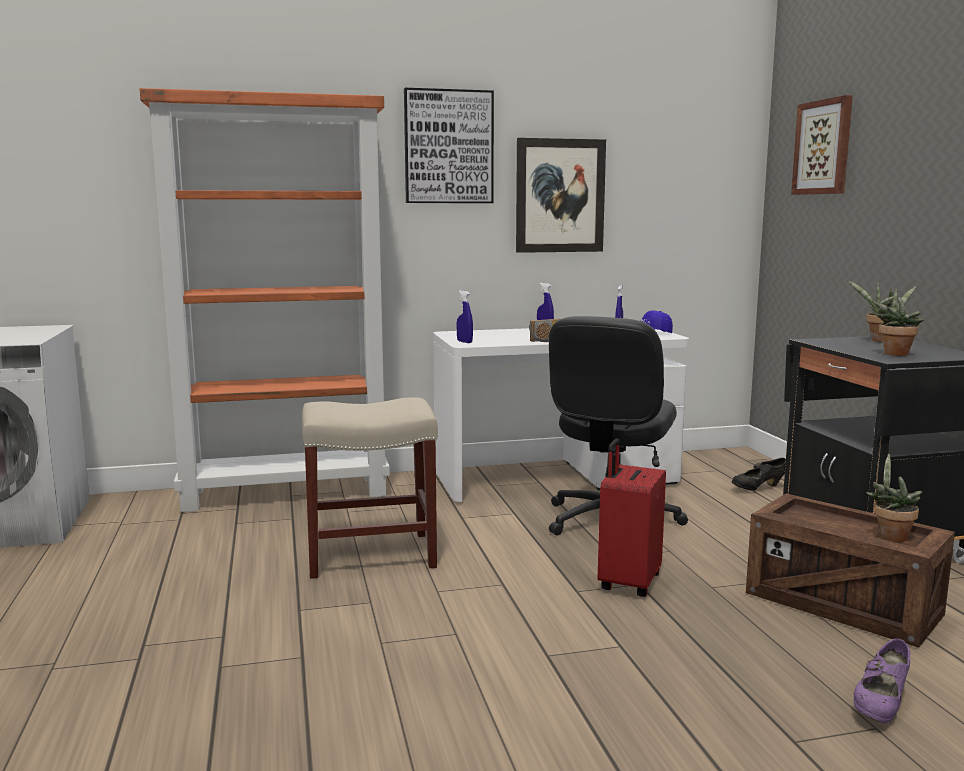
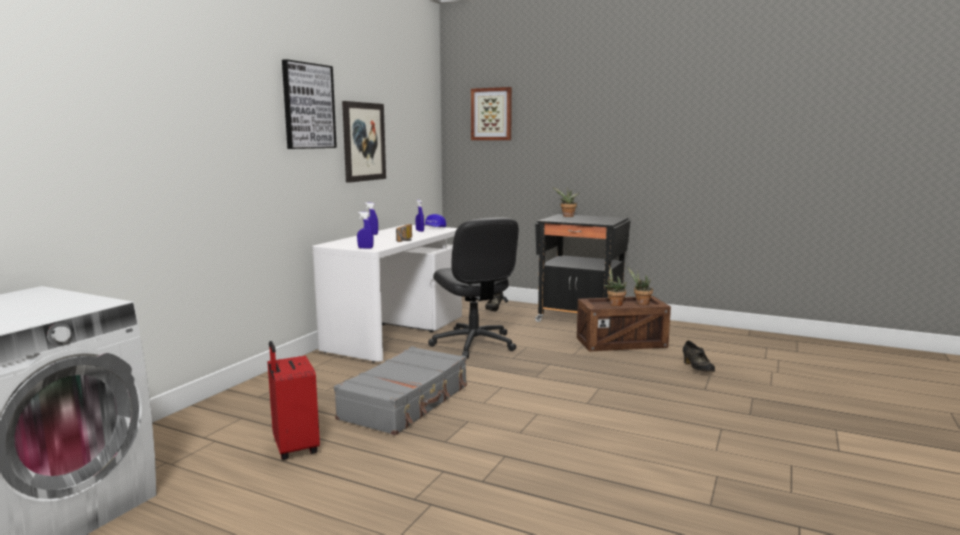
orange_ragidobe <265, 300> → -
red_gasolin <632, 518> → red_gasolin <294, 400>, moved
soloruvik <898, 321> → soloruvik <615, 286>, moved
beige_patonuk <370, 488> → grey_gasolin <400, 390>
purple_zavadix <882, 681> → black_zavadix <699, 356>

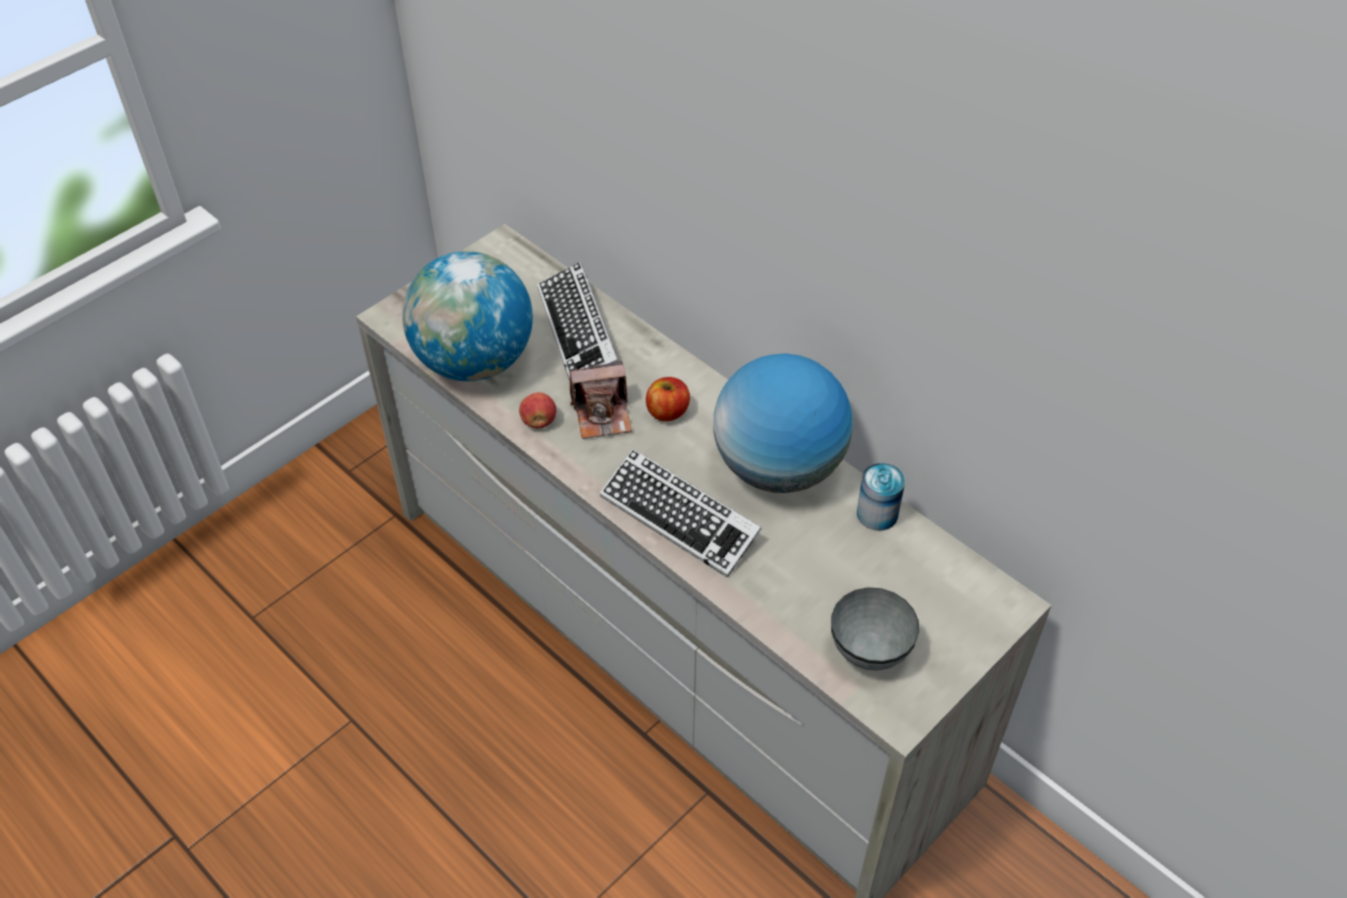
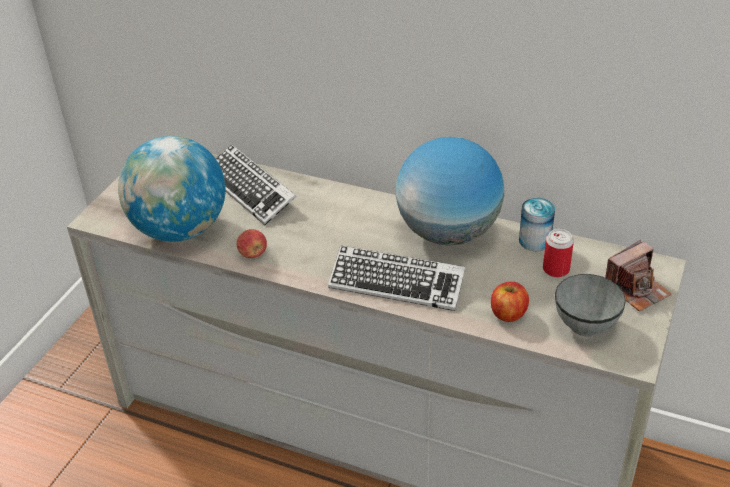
- → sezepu <558, 253>
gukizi <600, 400> → gukizi <638, 276>, moved
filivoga <668, 399> → filivoga <510, 302>, moved

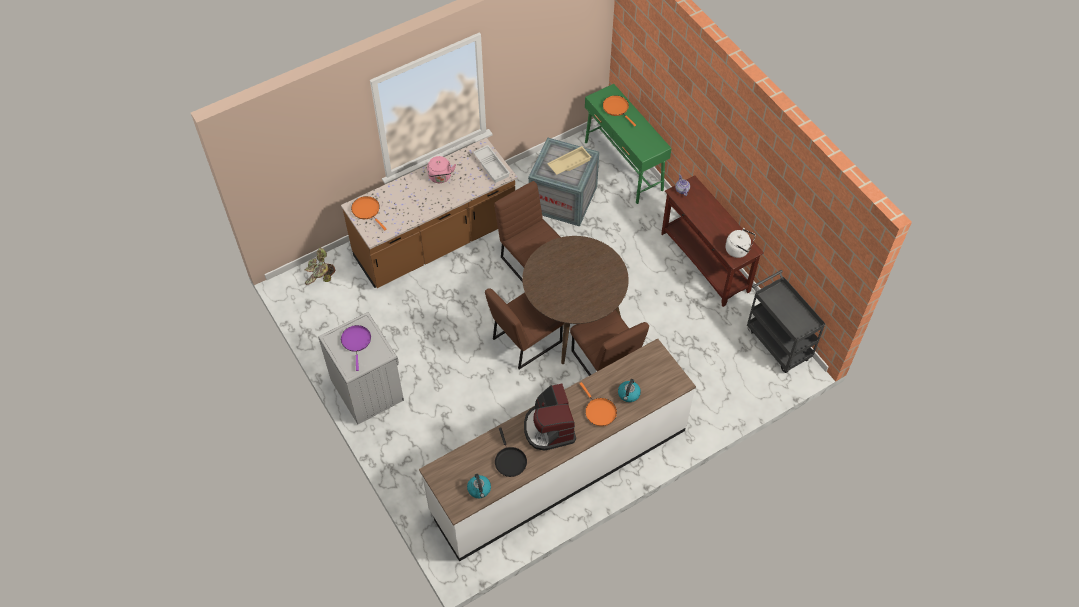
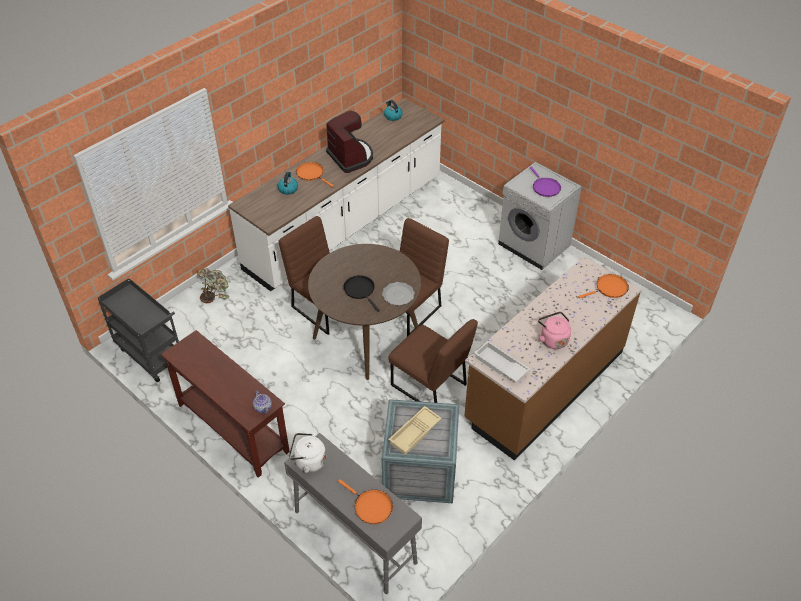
- → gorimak <398, 294>
soloruvik <320, 266> → soloruvik <213, 285>, moved
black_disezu <511, 452> → black_disezu <361, 293>, moved
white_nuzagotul <740, 243> → white_nuzagotul <307, 453>, moved
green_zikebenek <628, 144> → grey_zikebenek <353, 513>
orange_disezu <368, 213> → orange_disezu <603, 286>, 60 degrees counterclockwise

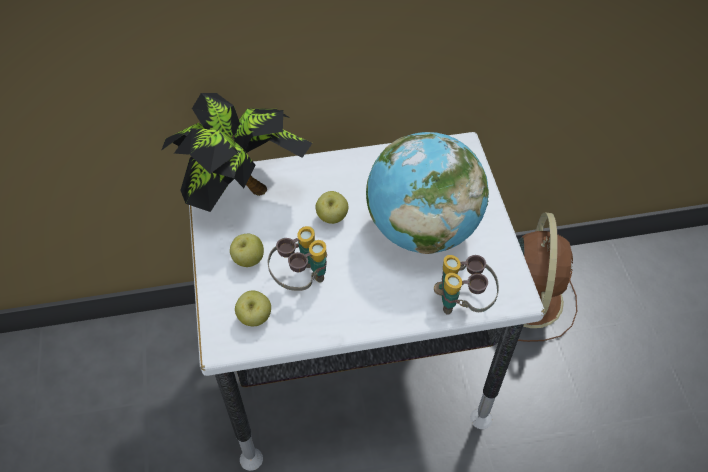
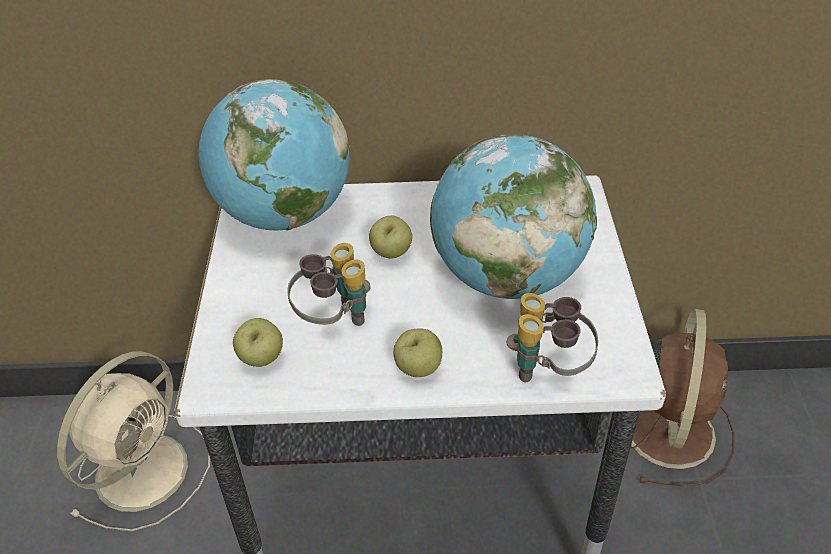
- → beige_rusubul <133, 441>
filivoga <247, 250> → filivoga <417, 352>, moved
soloruvik <236, 152> → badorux <274, 155>

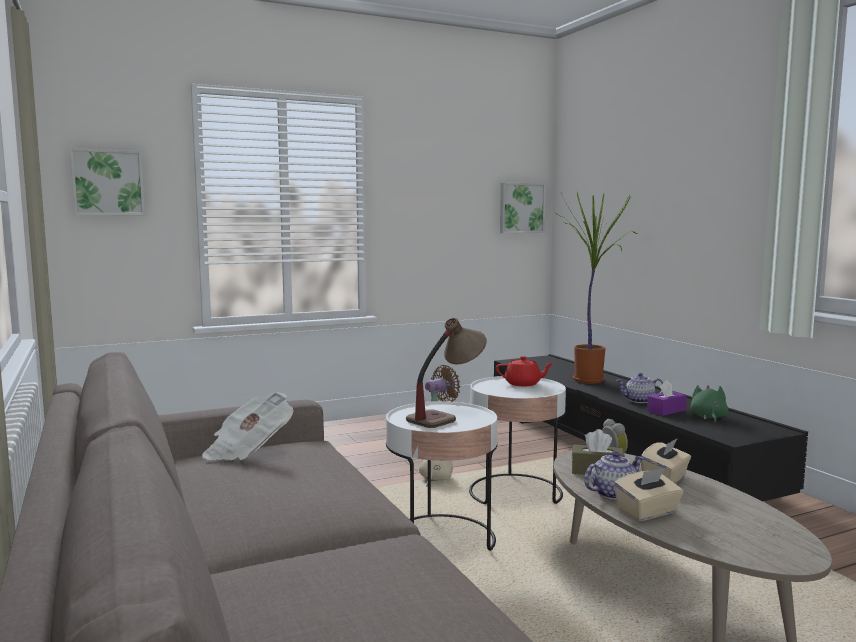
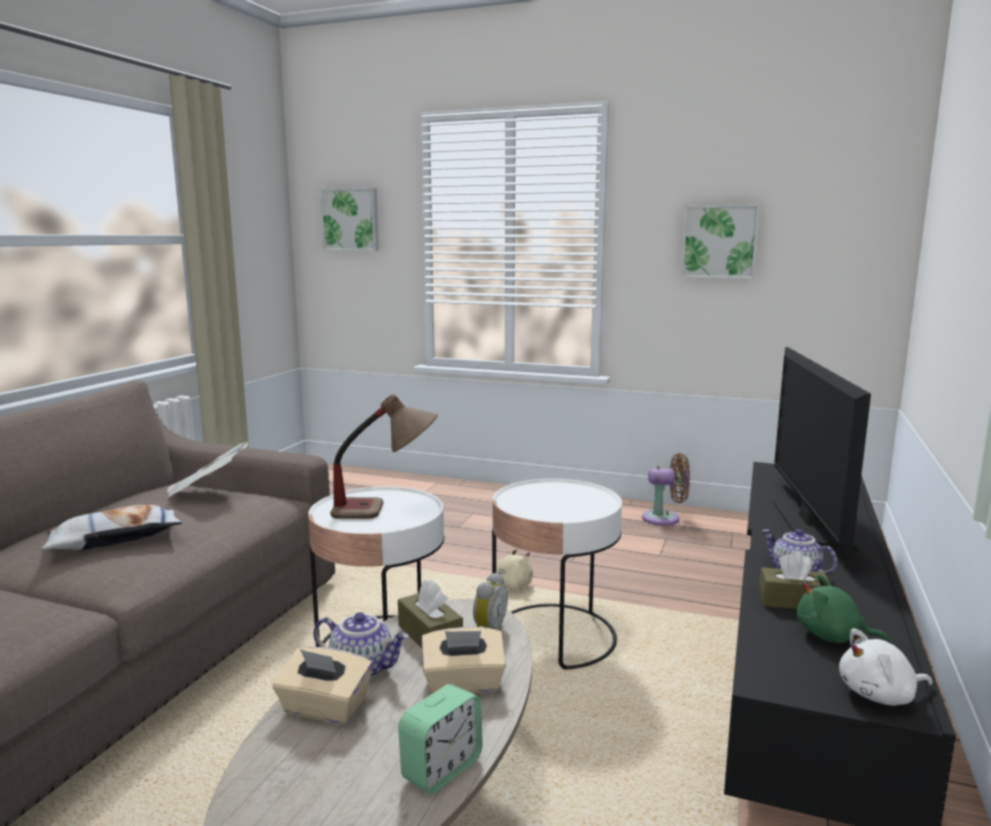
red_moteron <525, 371> → -
- → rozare <112, 528>
- → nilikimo <440, 739>
- → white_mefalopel <886, 667>
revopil <523, 207> → revopil <720, 241>, moved
soloruvik <597, 287> → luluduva <822, 452>
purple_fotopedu <667, 398> → brown_fotopedu <795, 580>
green_mefalopel <710, 404> → green_mefalopel <843, 608>, 120 degrees counterclockwise

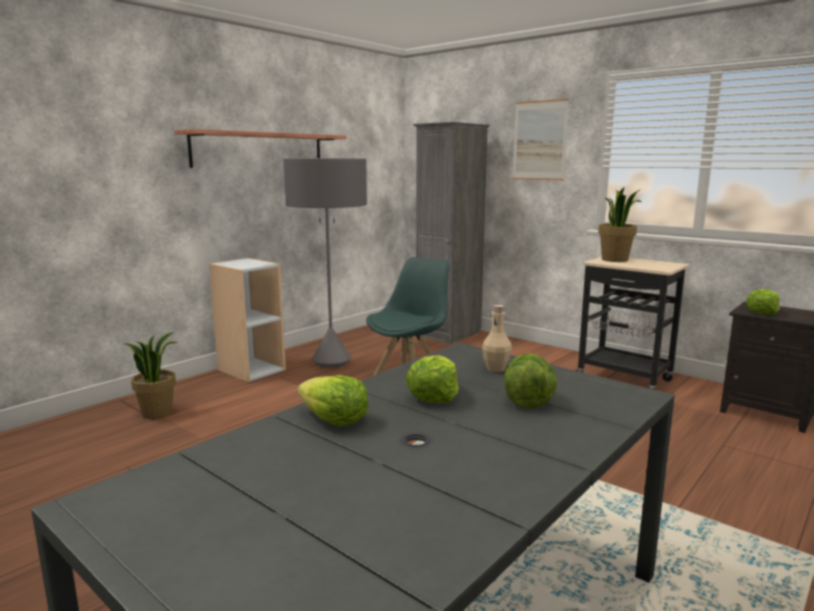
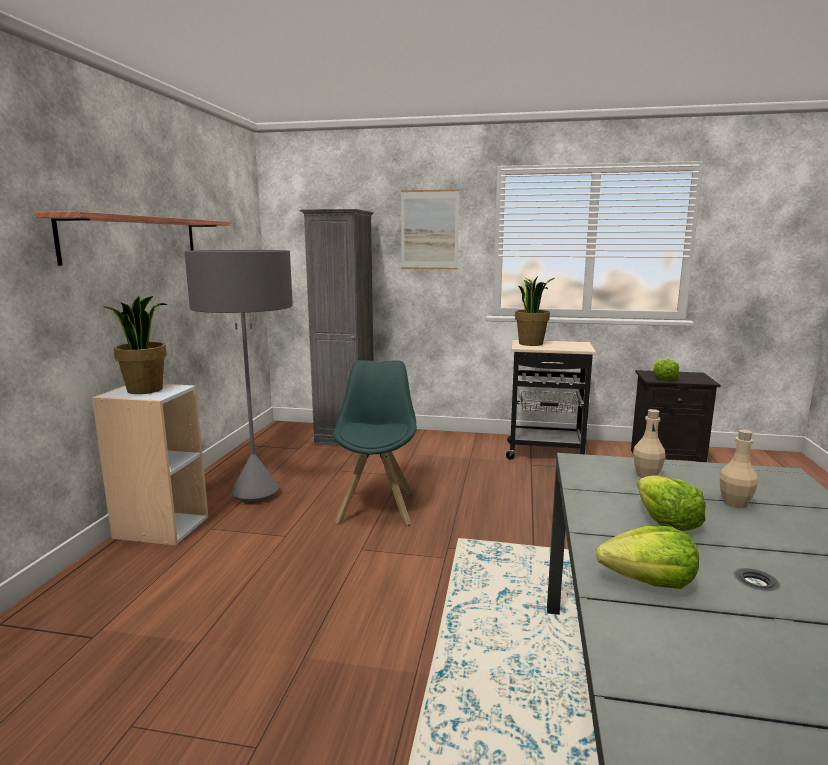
soloruvik <150, 375> → soloruvik <135, 345>, moved
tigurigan <530, 381> → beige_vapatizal <738, 468>

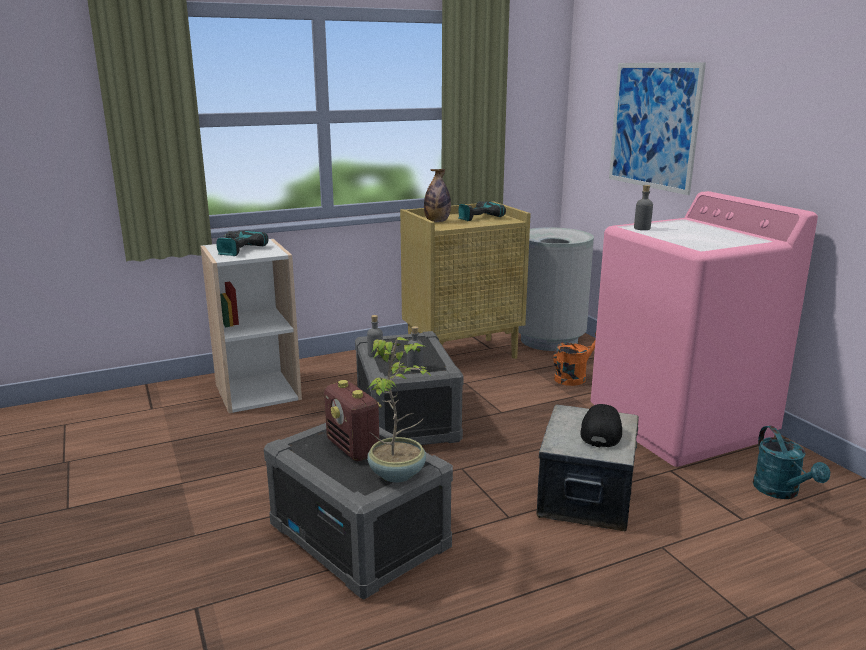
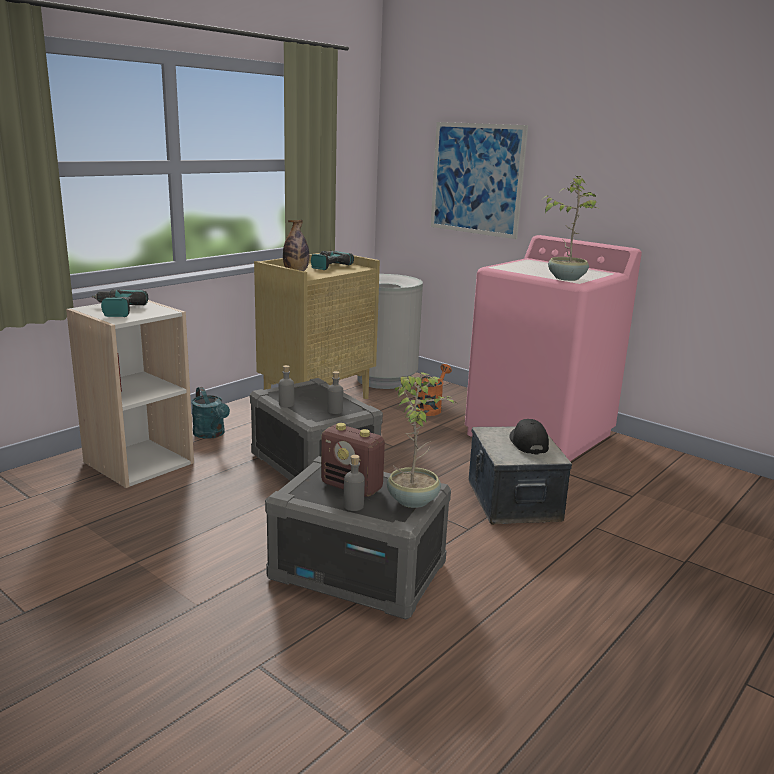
- → soloruvik <570, 228>
grey_vapatizal <643, 207> → grey_vapatizal <354, 483>, moved
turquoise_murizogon <791, 462> → turquoise_murizogon <210, 413>, moved

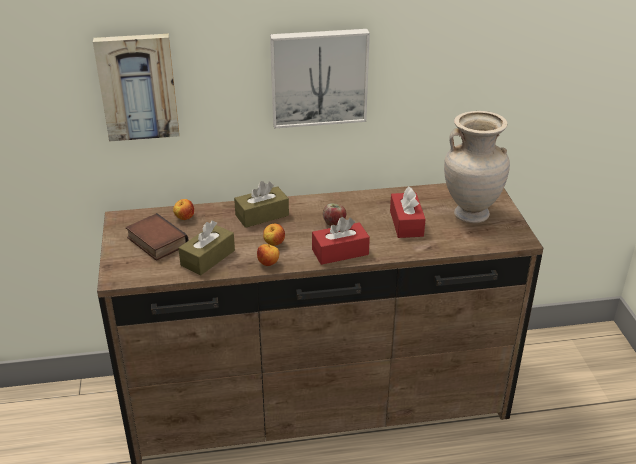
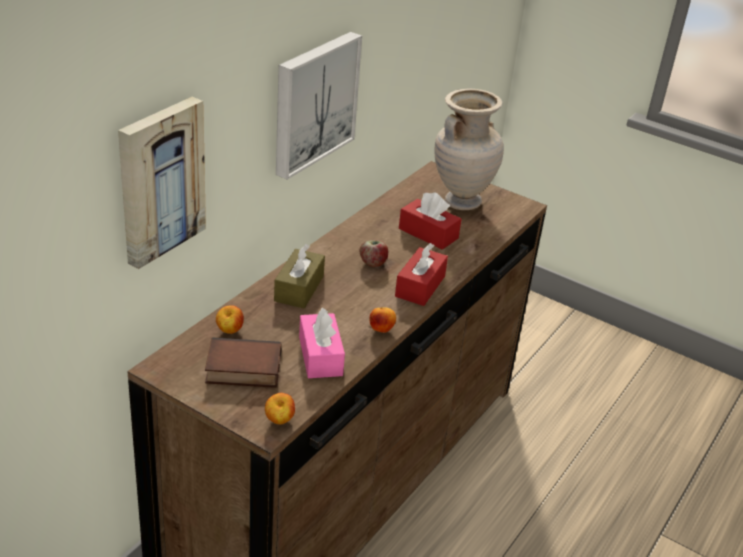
filivoga <274, 235> → filivoga <280, 408>, moved
brown_fotopedu <206, 248> → pink_fotopedu <322, 343>

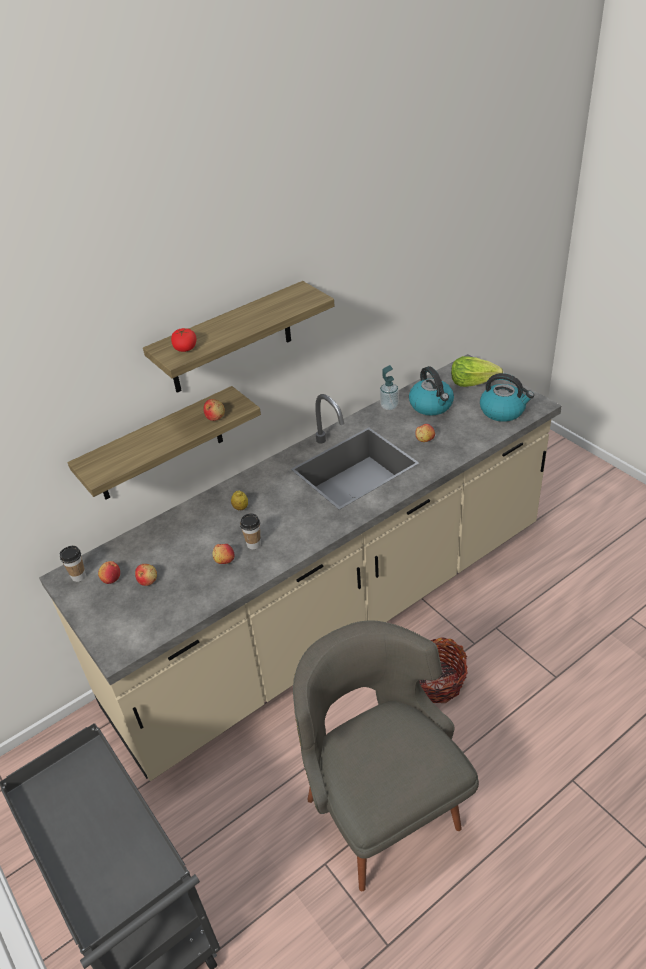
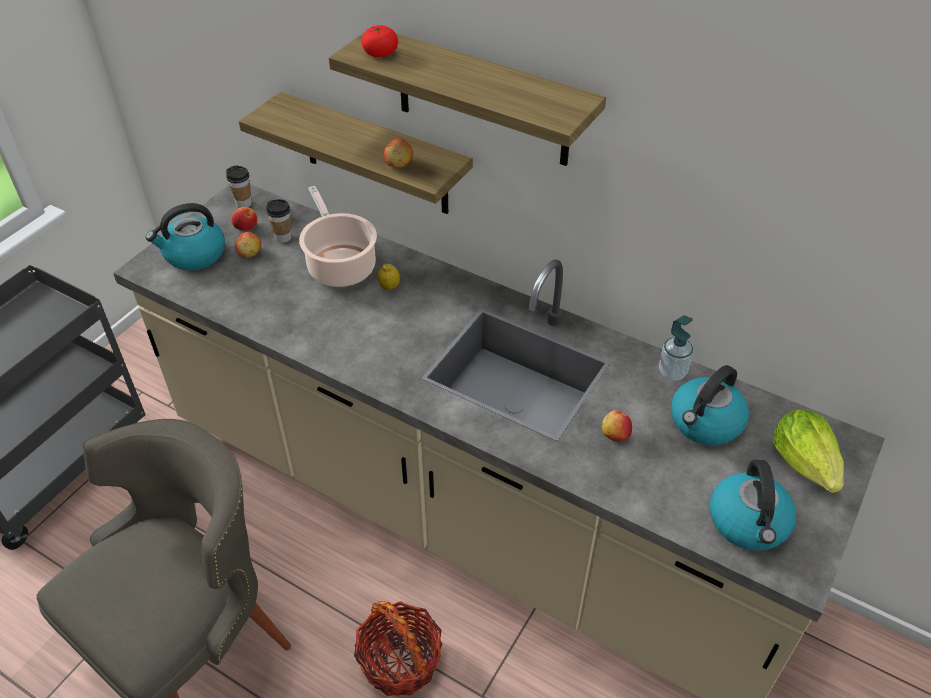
filivoga <223, 554> → -
- → nuzagotul <185, 237>
- → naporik <338, 236>
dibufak <250, 531> → dibufak <278, 221>, moved

